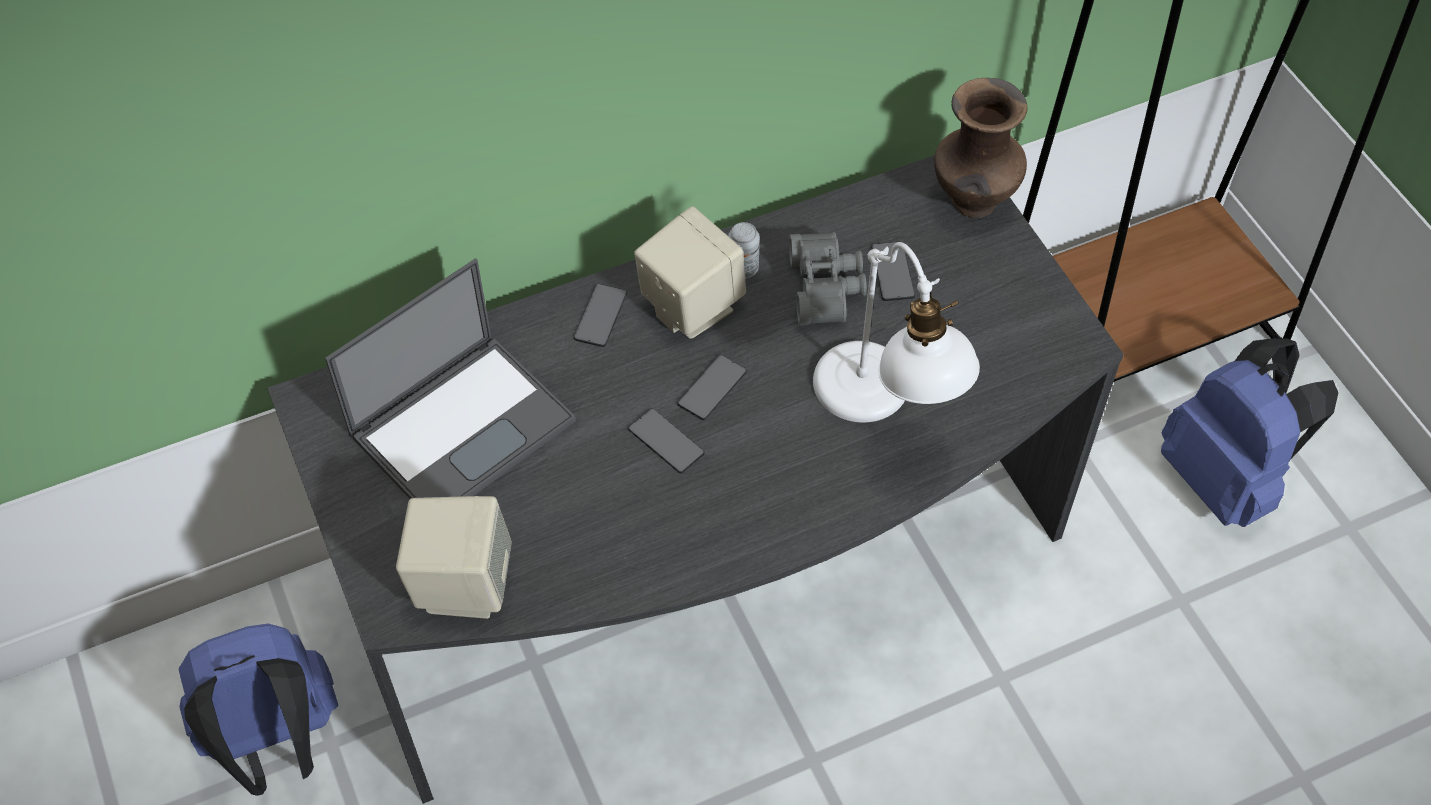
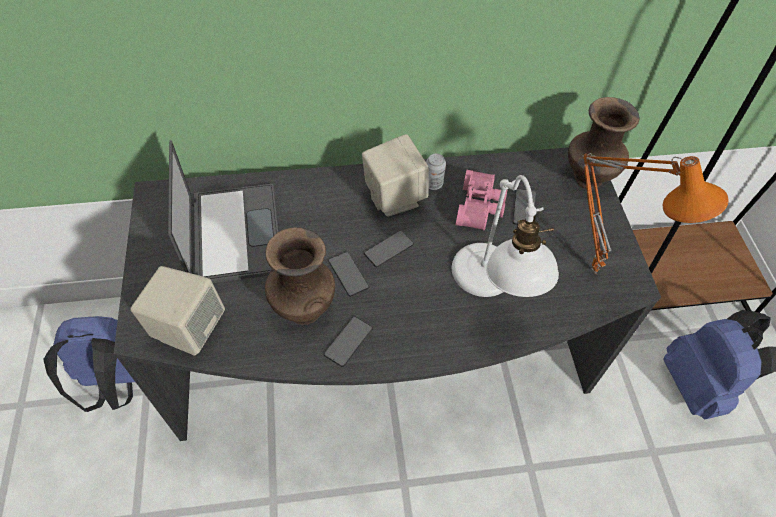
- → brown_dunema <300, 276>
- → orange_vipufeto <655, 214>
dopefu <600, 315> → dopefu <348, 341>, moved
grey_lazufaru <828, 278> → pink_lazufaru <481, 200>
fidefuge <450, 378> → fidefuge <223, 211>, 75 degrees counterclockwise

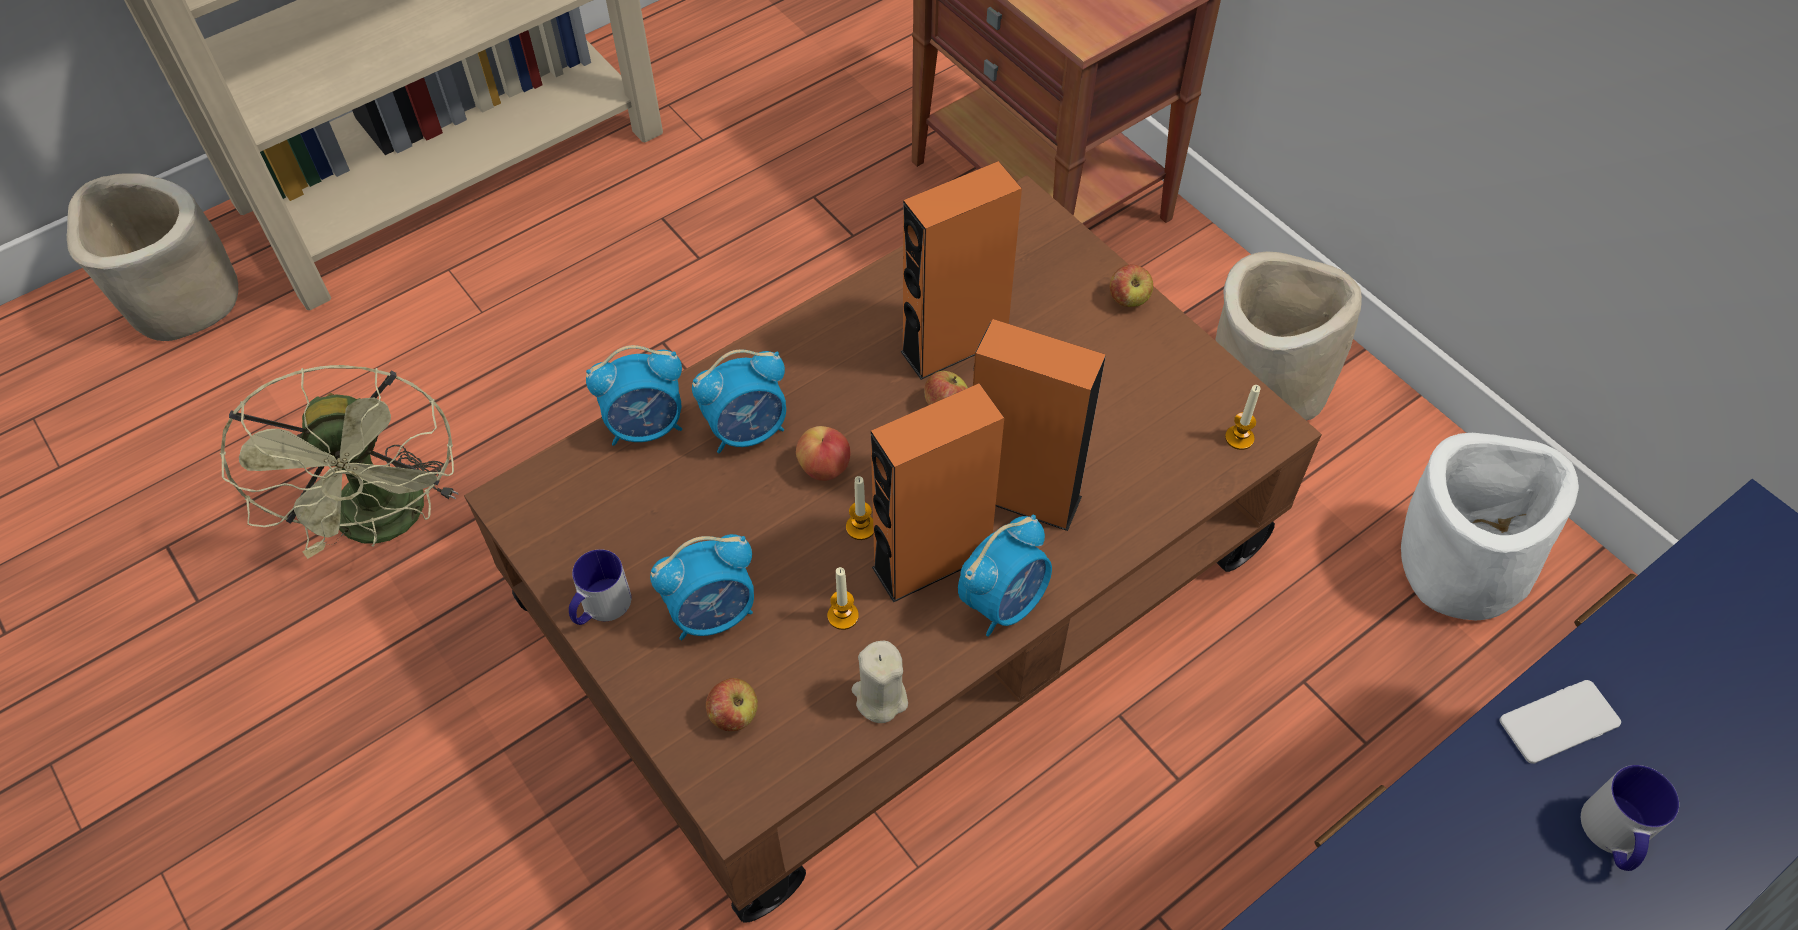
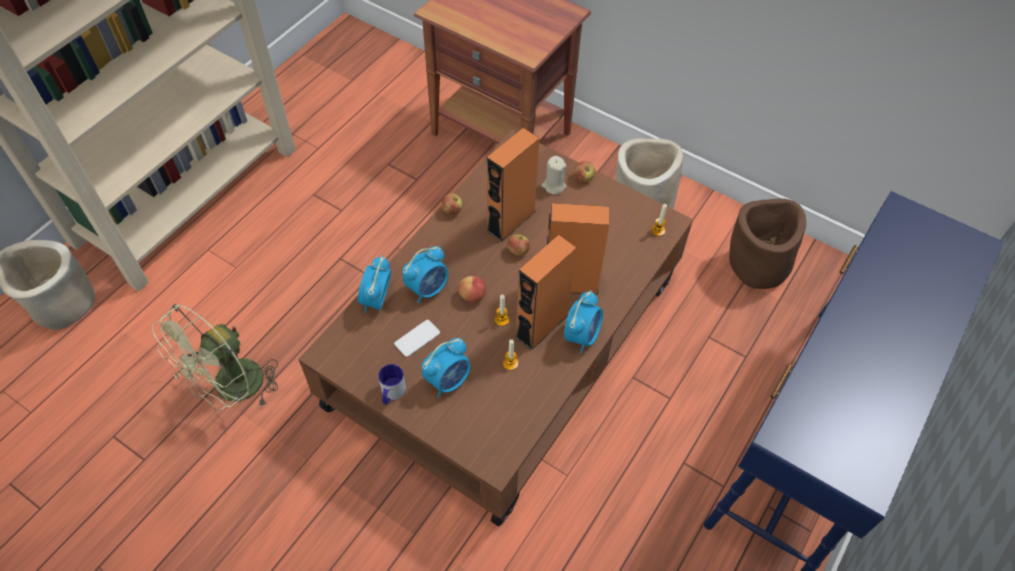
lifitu <1630, 818> → -
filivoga <732, 705> → filivoga <452, 204>, moved
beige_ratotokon <880, 682> → beige_ratotokon <553, 175>, moved
dopefu <1560, 722> → dopefu <417, 338>, moved
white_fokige <1490, 526> → brown_fokige <767, 243>
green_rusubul <339, 462> → green_rusubul <215, 357>, 75 degrees clockwise
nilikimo <634, 395> → nilikimo <374, 284>, 135 degrees clockwise

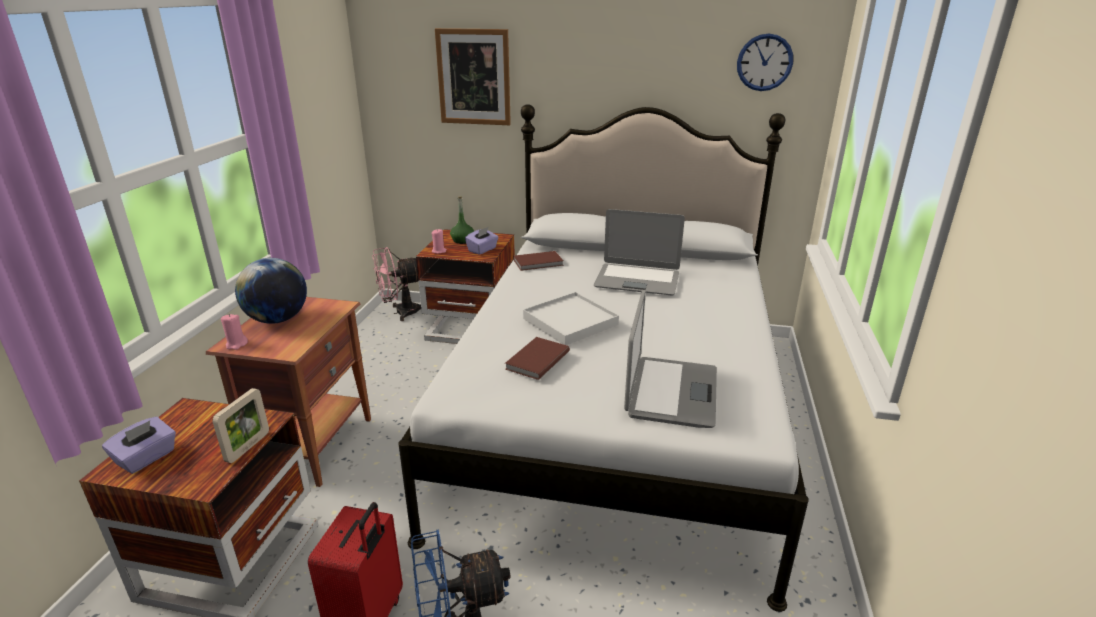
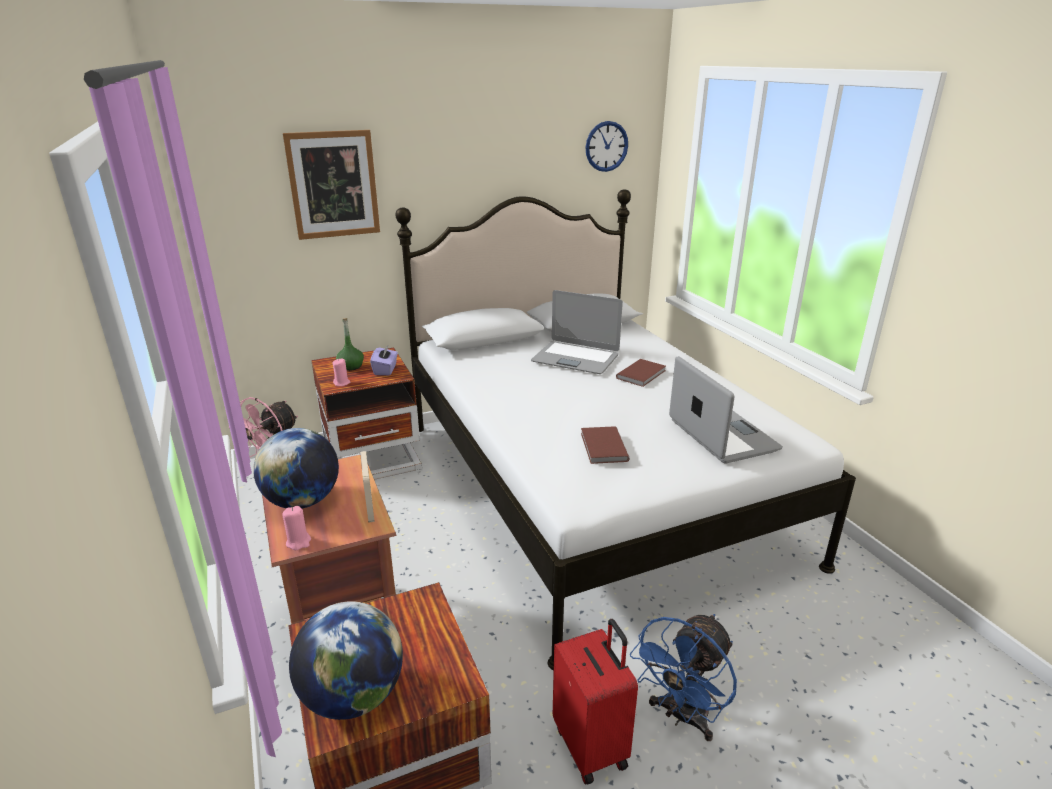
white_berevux <571, 318> → -
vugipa <240, 425> → vugipa <367, 486>, moved
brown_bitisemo <538, 261> → brown_bitisemo <641, 373>, moved
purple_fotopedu <139, 445> → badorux <346, 660>
fidefuge <639, 252> → fidefuge <577, 332>, 45 degrees clockwise

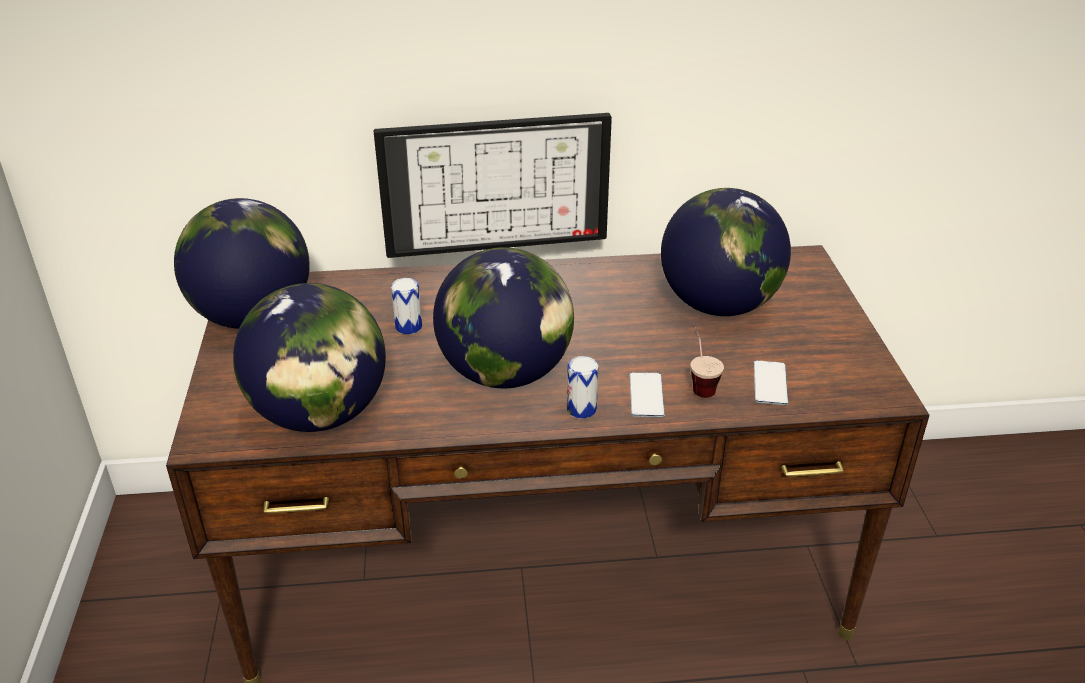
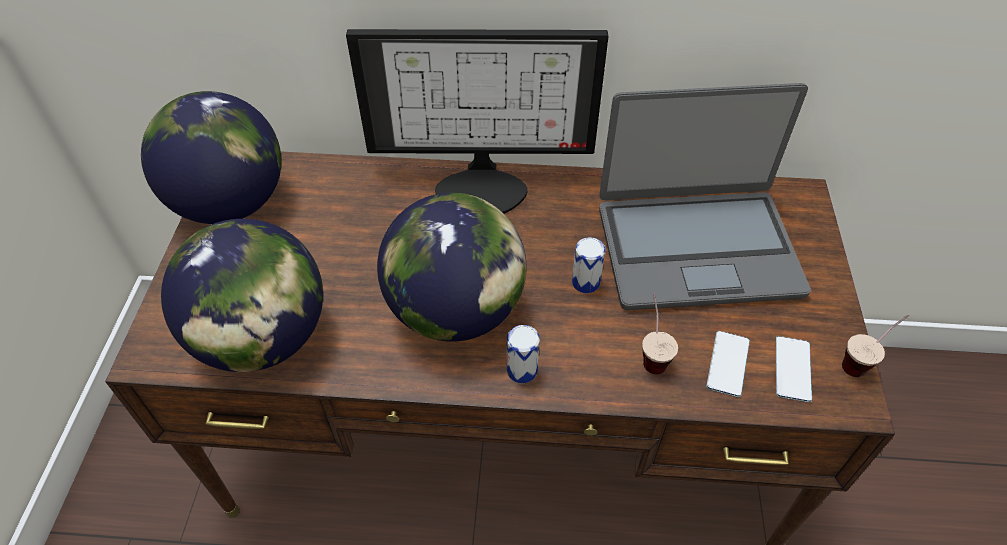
- → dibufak <875, 346>
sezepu <406, 306> → sezepu <588, 265>, moved
dopefu <647, 394> → dopefu <794, 369>, moved
badorux <726, 252> → fidefuge <705, 196>

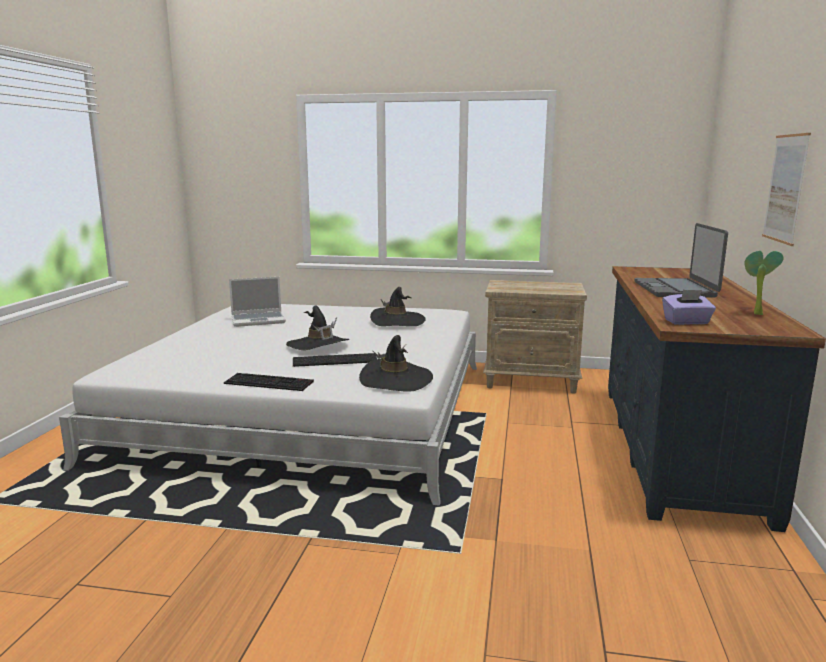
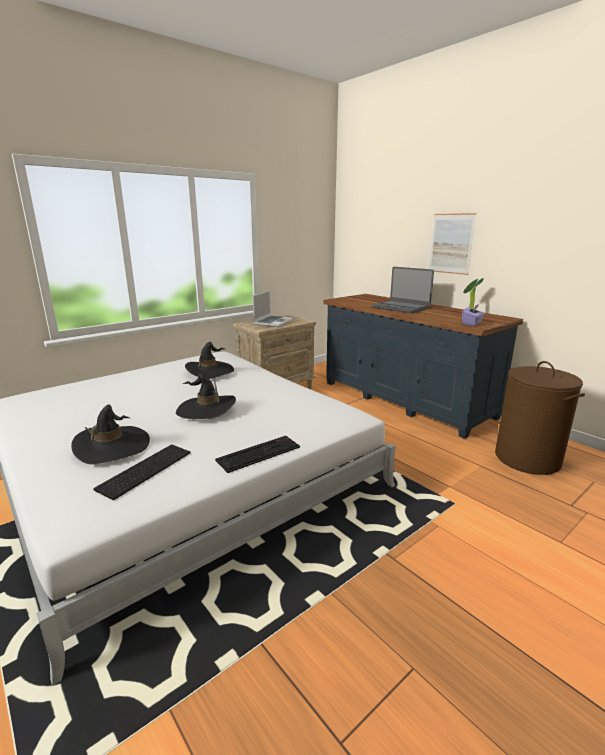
- → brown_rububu <540, 418>
fidefuge <257, 302> → fidefuge <273, 308>, moved
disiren <335, 360> → disiren <142, 472>, moved
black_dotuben <396, 363> → black_dotuben <110, 434>, moved

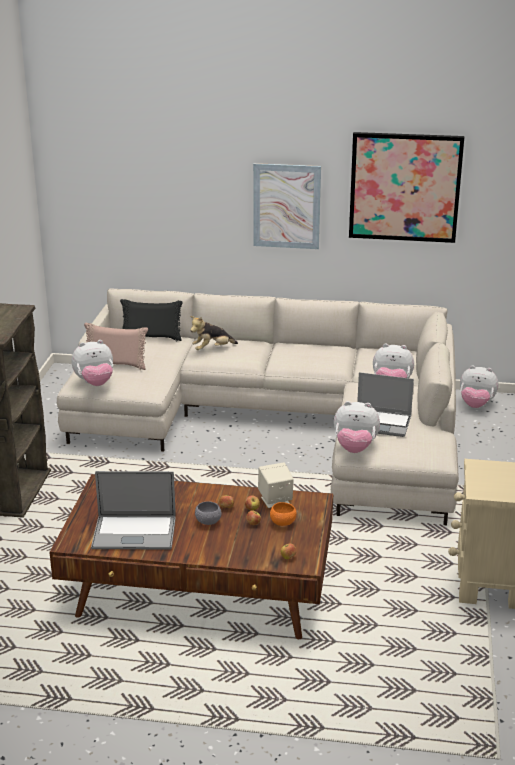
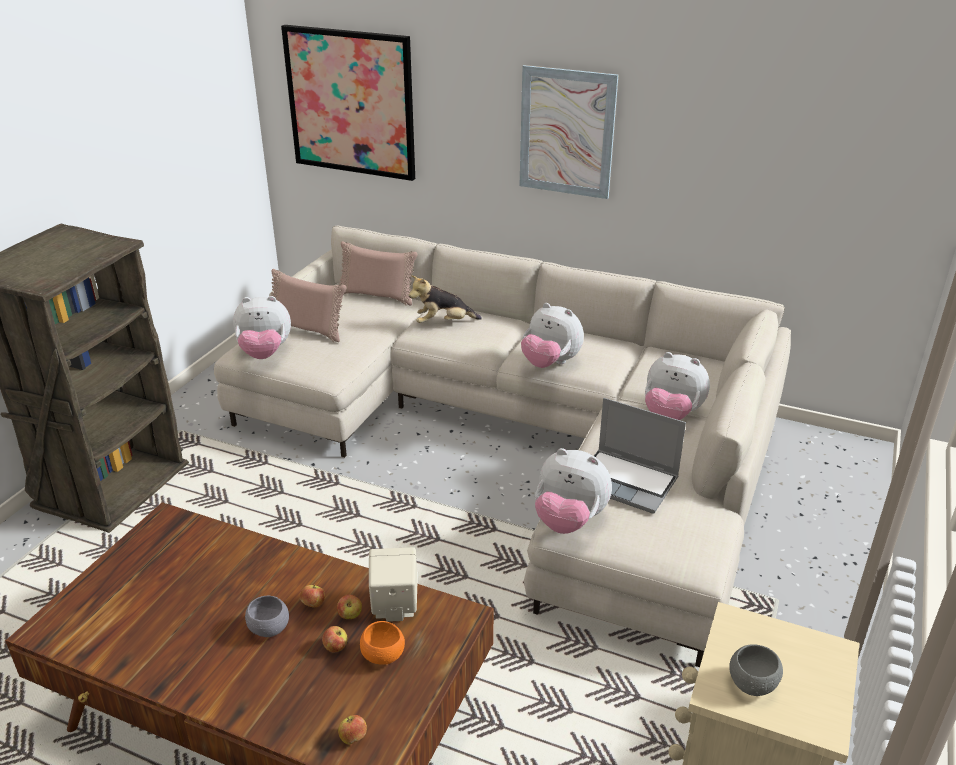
fidefuge <133, 510> → -
- → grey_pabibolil <756, 670>
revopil <406, 187> → revopil <348, 103>, moved
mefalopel <479, 386> → mefalopel <552, 335>, moved
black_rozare <151, 320> → beige_rozare <378, 273>

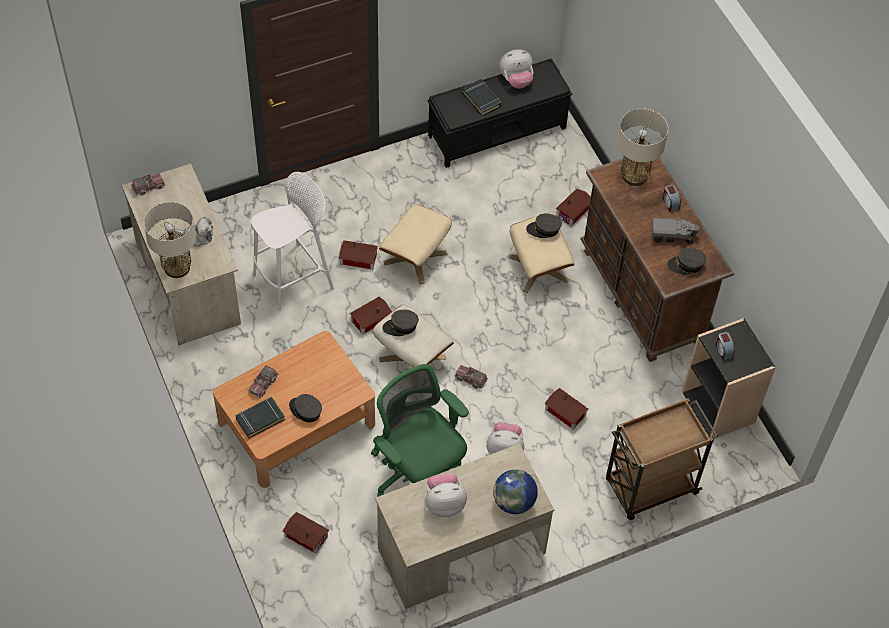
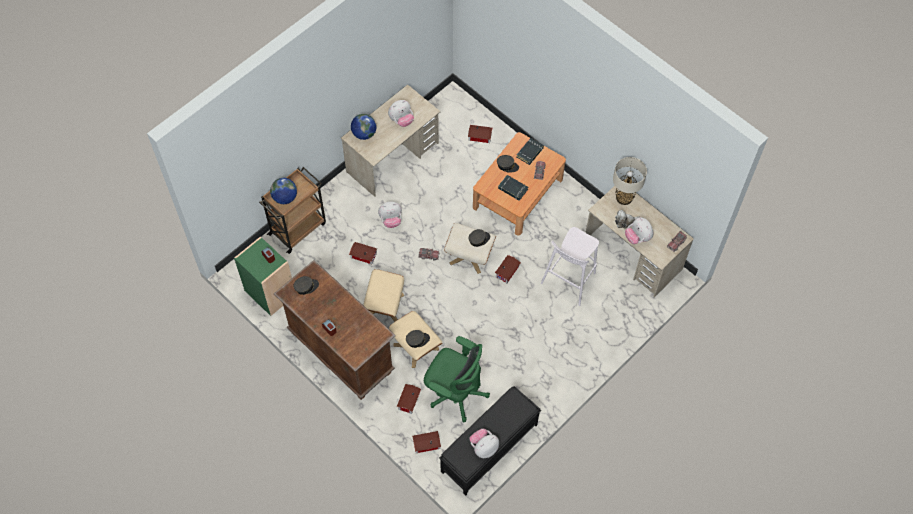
vipufeto <642, 147> → -
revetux <676, 231> → -
- → badorux <283, 191>
- → mefalopel <639, 230>
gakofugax <358, 255> → gakofugax <426, 442>, moved
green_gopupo <420, 430> → green_gopupo <457, 379>, moved
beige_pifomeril <415, 244> → beige_pifomeril <384, 295>, moved
black_bitisemo <482, 97> → black_bitisemo <513, 188>, moved
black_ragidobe <729, 378> → green_ragidobe <263, 276>

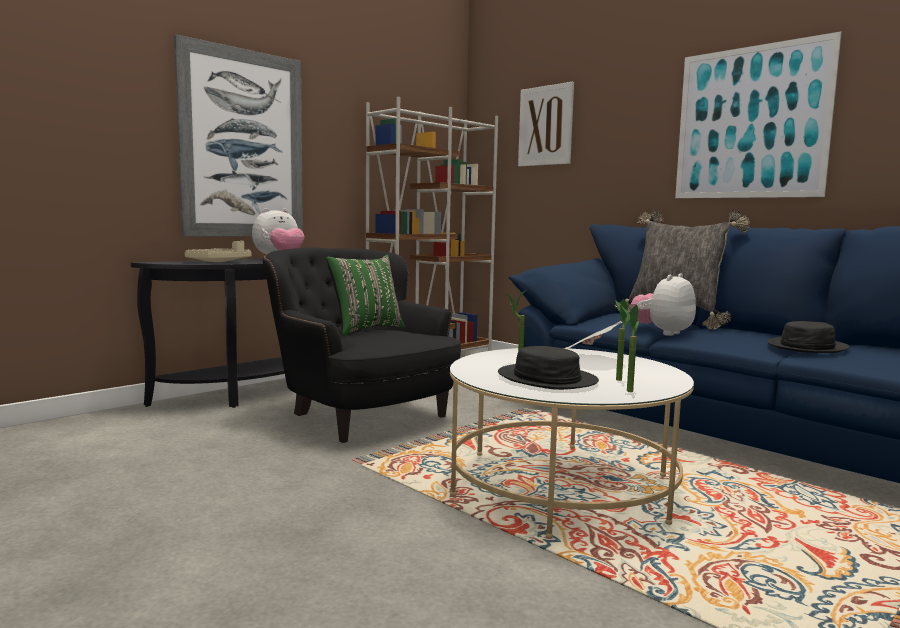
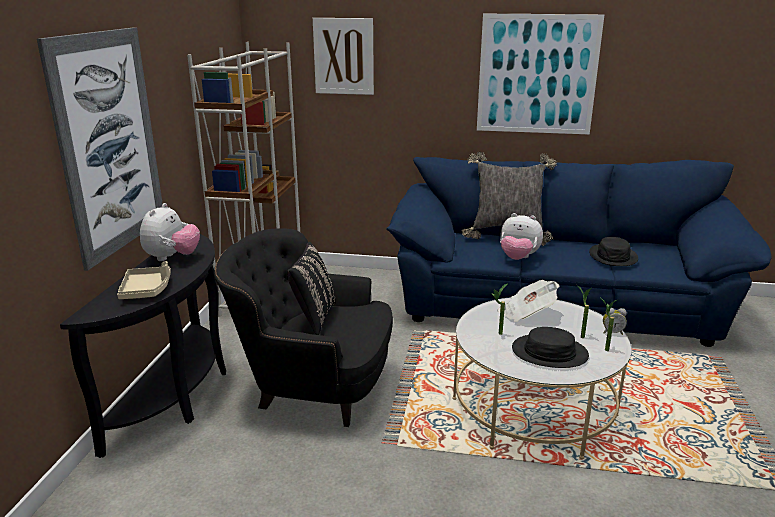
- → nilikimo <615, 321>
green_rozare <365, 295> → black_rozare <311, 288>
mefalopel <663, 304> → mefalopel <521, 236>, 75 degrees counterclockwise

